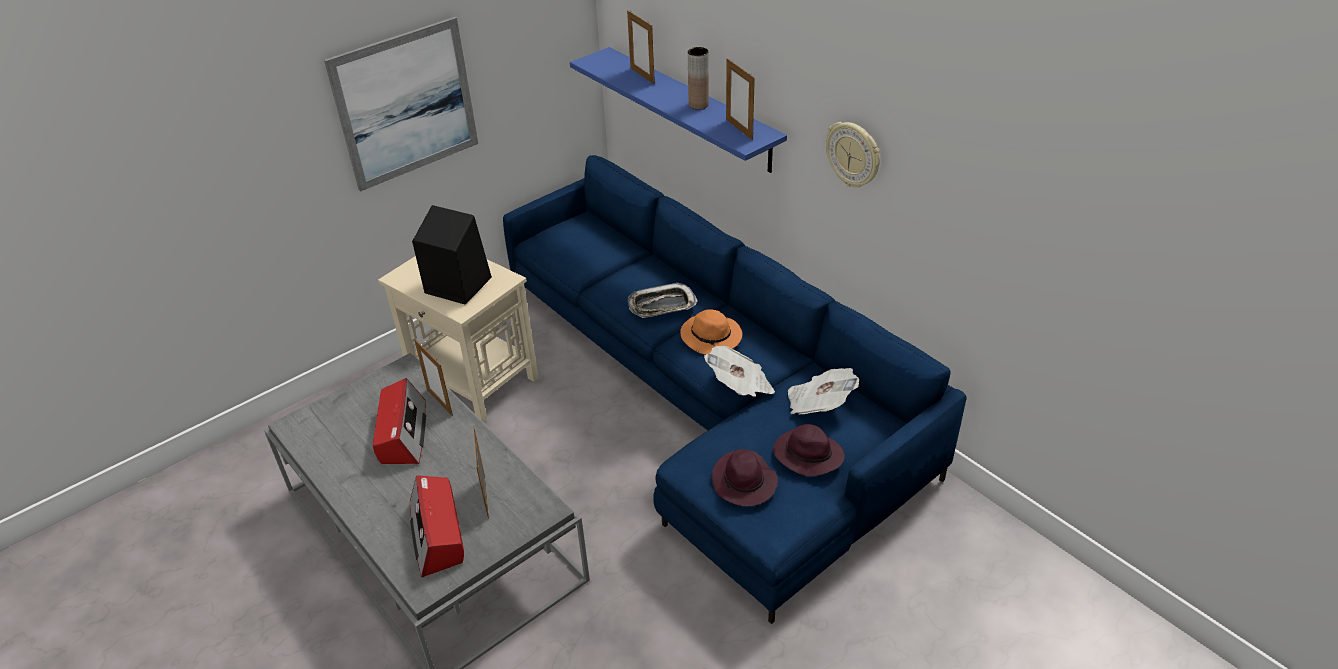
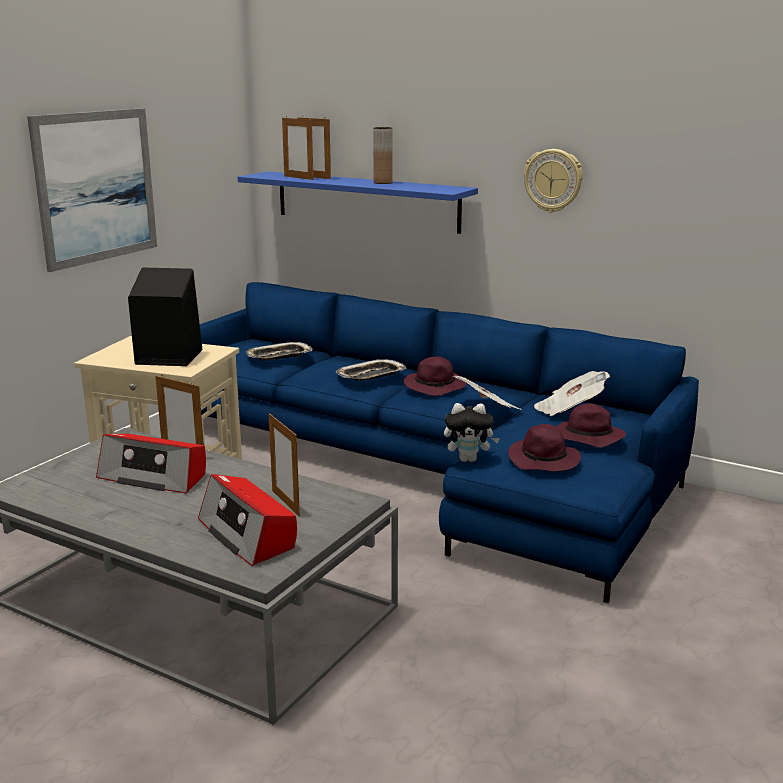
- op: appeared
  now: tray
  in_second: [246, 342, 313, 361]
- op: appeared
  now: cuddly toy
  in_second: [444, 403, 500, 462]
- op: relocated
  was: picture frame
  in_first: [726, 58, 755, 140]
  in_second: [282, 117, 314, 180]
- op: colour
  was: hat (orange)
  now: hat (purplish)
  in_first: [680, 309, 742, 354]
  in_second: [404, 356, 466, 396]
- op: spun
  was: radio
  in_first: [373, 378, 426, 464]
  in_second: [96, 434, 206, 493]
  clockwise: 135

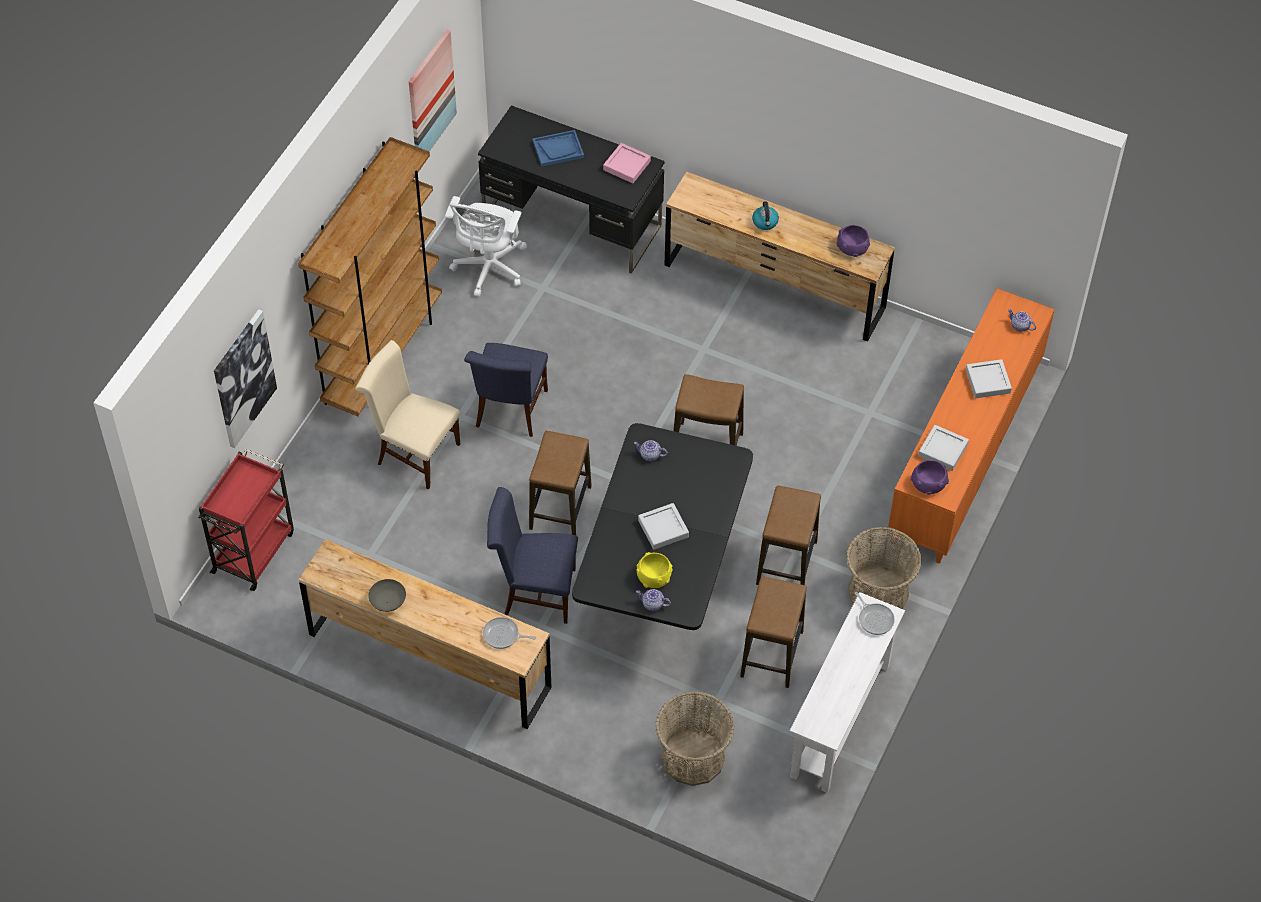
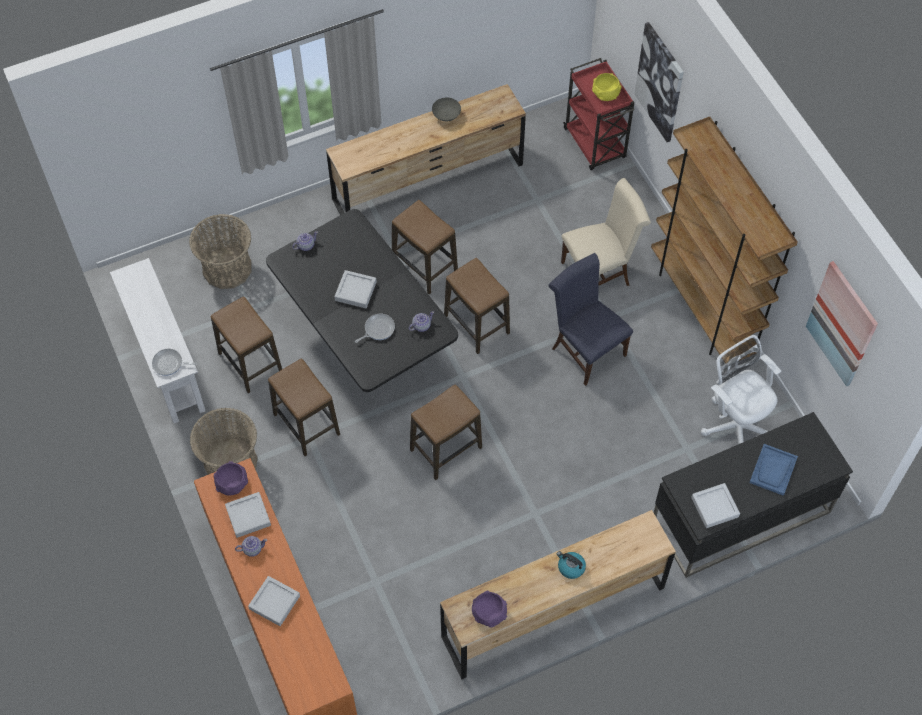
- op: relocated
  was: frying pan
  in_first: [483, 617, 536, 649]
  in_second: [355, 314, 395, 343]
- op: relocated
  was: bowl (yellow-coloured)
  in_first: [637, 552, 672, 588]
  in_second: [592, 73, 622, 101]
- op: relocated
  was: teapot
  in_first: [1008, 309, 1036, 332]
  in_second: [235, 536, 267, 557]
- op: exchanged
  was: plain chair (blue)
  now: sitting stool
  in_first: [487, 487, 578, 624]
  in_second: [392, 200, 458, 294]
- op: colour
  was: tray (pinkish)
  now: tray (greyish)
  in_first: [603, 143, 651, 183]
  in_second: [691, 483, 740, 528]

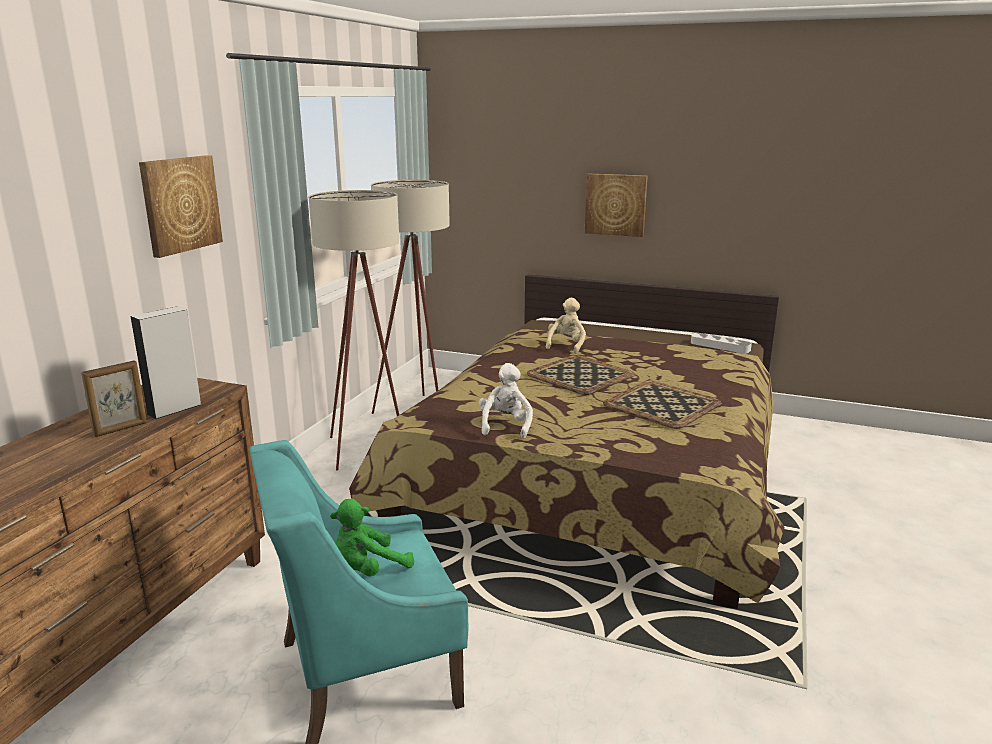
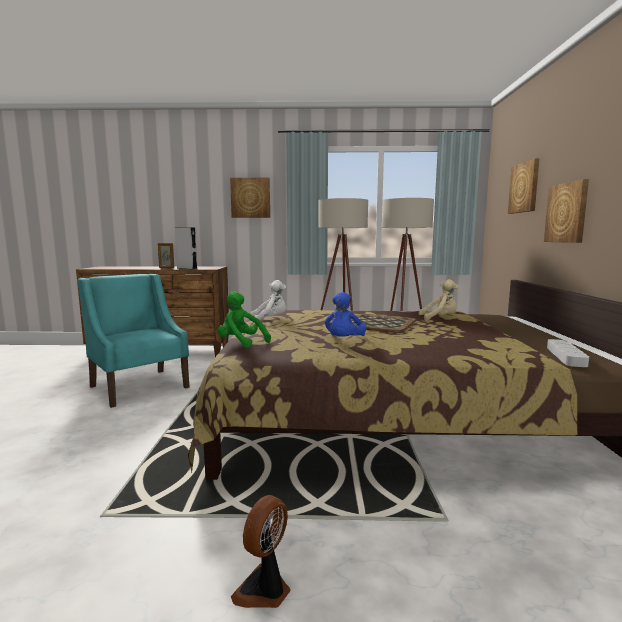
- op: appeared
  now: electric fan
  in_second: [231, 495, 290, 608]
- op: appeared
  now: wall picture
  in_second: [508, 158, 539, 214]
- op: relocated
  was: cuddly toy (green-coloured)
  in_first: [330, 499, 414, 576]
  in_second: [218, 291, 271, 348]
- op: exchanged
  was: tray
  now: cuddly toy (blue)
  in_first: [603, 380, 721, 429]
  in_second: [325, 292, 367, 337]

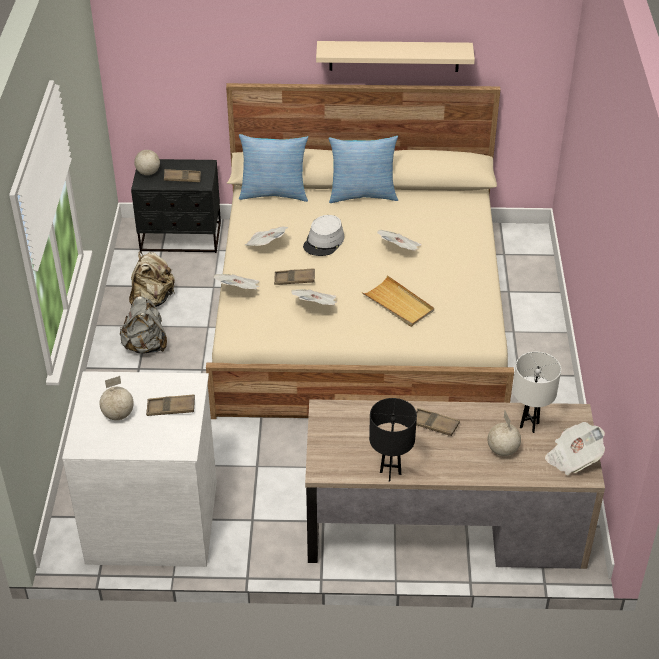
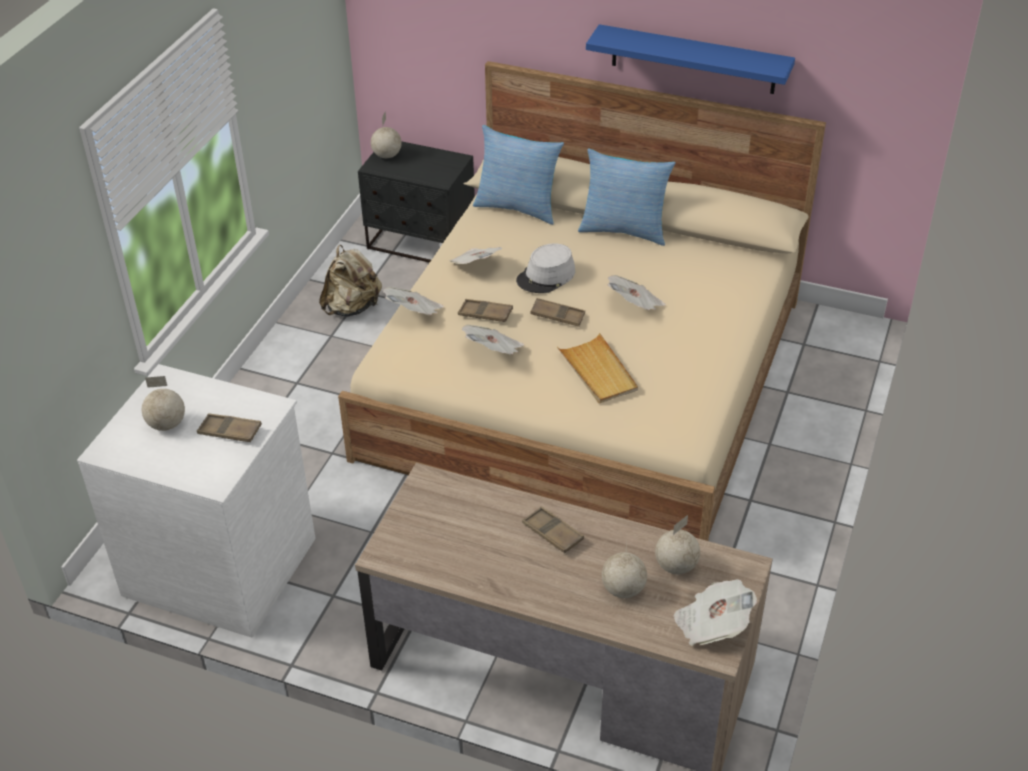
- op: missing
  was: backpack (greyish)
  in_first: [120, 296, 167, 354]
- op: missing
  was: tabletop lamp (black)
  in_first: [369, 398, 417, 482]
- op: relocated
  was: tray (brown-coloured)
  in_first: [164, 169, 201, 182]
  in_second: [530, 298, 585, 327]
- op: exchanged
  was: tabletop lamp (whitish)
  now: globe
  in_first: [513, 352, 561, 433]
  in_second: [655, 515, 700, 574]
- op: colour
  was: bracket shelf (beige)
  now: bracket shelf (blue)
  in_first: [316, 41, 475, 72]
  in_second: [586, 24, 795, 94]

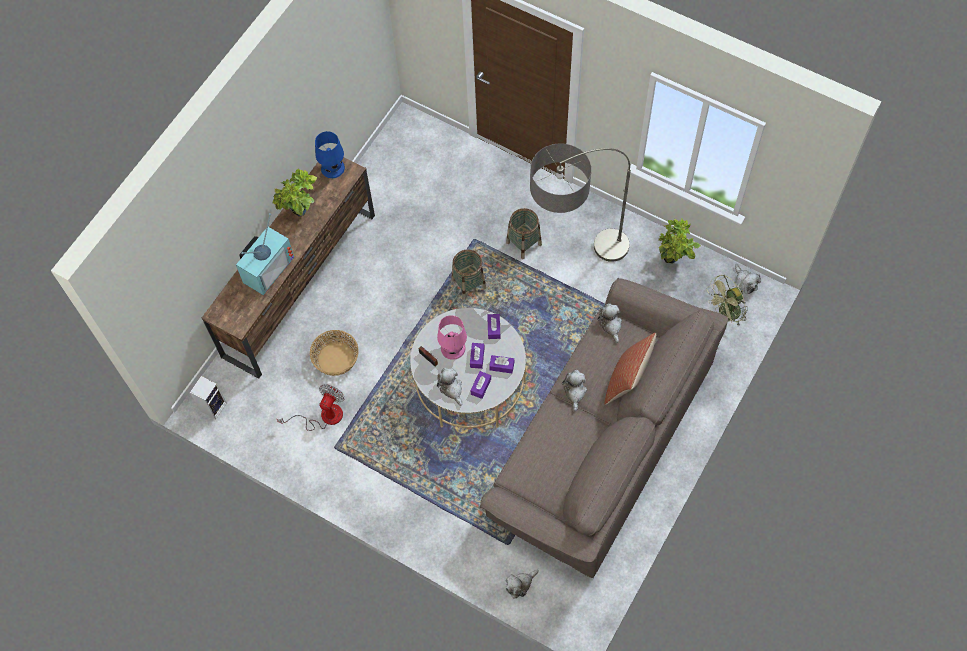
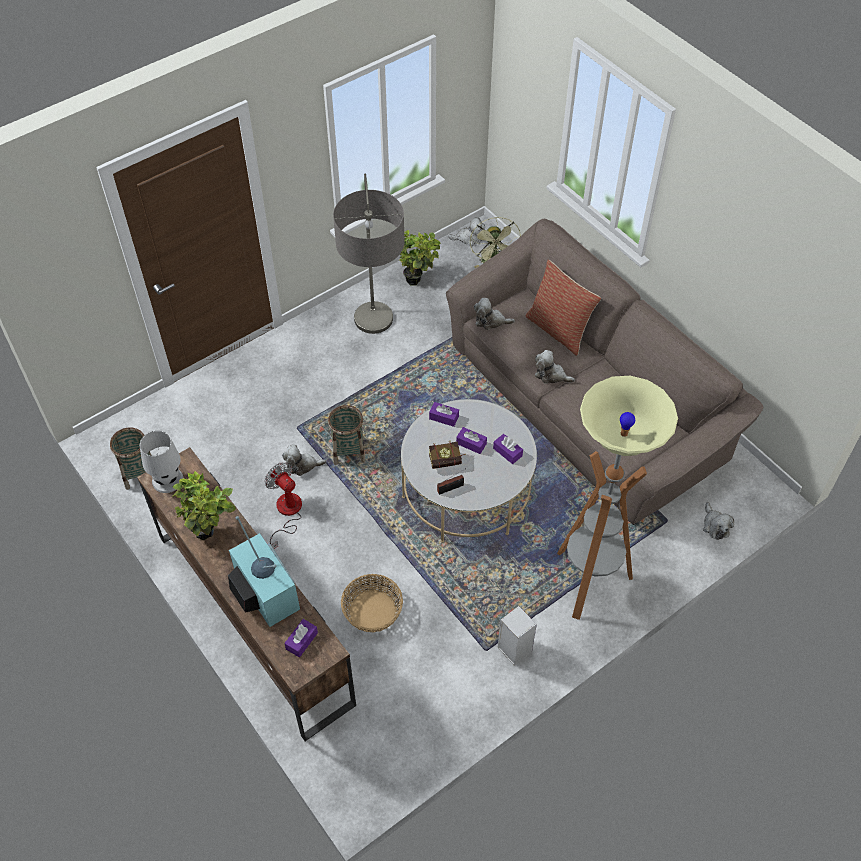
- op: appeared
  now: floor lamp
  in_second: [557, 376, 678, 620]
- op: relocated
  was: audio speaker
  in_first: [190, 376, 227, 419]
  in_second: [498, 606, 537, 666]
- op: relocated
  was: electric fan
  in_first: [277, 384, 345, 431]
  in_second: [265, 462, 302, 549]
- op: relocated
  was: cuddly toy
  in_first: [437, 368, 462, 406]
  in_second: [282, 445, 327, 476]
- op: relocated
  was: tissue holder (purplish)
  in_first: [489, 355, 514, 373]
  in_second: [284, 619, 318, 658]
- op: relocated
  was: basket
  in_first: [506, 208, 542, 259]
  in_second: [110, 427, 152, 490]
- op: exchanged
  was: tabletop lamp (pinkish)
  now: book
  in_first: [437, 315, 467, 360]
  in_second: [429, 441, 466, 469]
- op: colour
  was: tabletop lamp (blue)
  now: tabletop lamp (whitish)
  in_first: [315, 131, 345, 178]
  in_second: [140, 431, 183, 493]

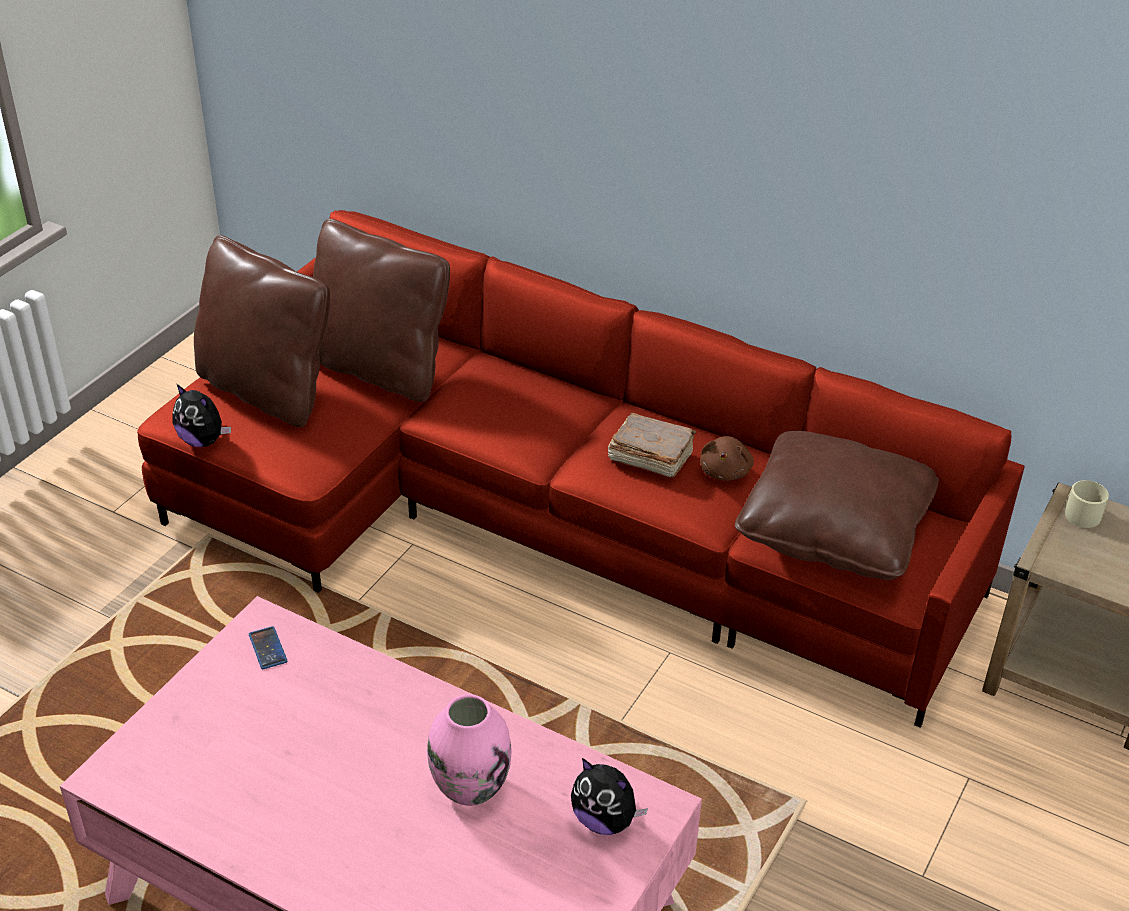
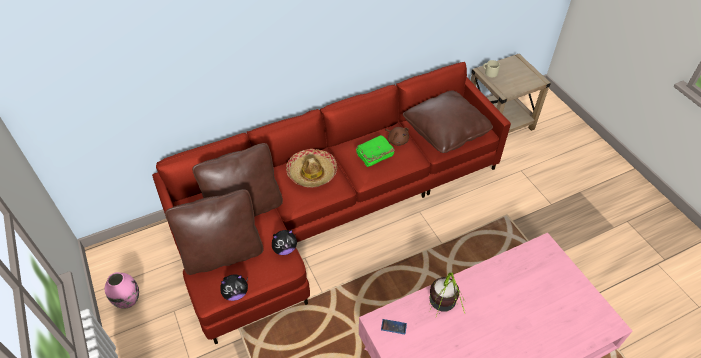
- op: appeared
  now: hat
  in_second: [286, 149, 337, 188]
- op: appeared
  now: plant in a pot
  in_second: [428, 273, 466, 319]
- op: relocated
  was: flower vase (pinkish)
  in_first: [427, 694, 512, 806]
  in_second: [104, 272, 139, 309]
- op: relocated
  was: cuddly toy
  in_first: [571, 758, 648, 835]
  in_second: [272, 230, 297, 255]
- op: colour
  was: book (brown-coloured)
  now: book (green-coloured)
  in_first: [608, 413, 696, 478]
  in_second: [356, 135, 394, 167]

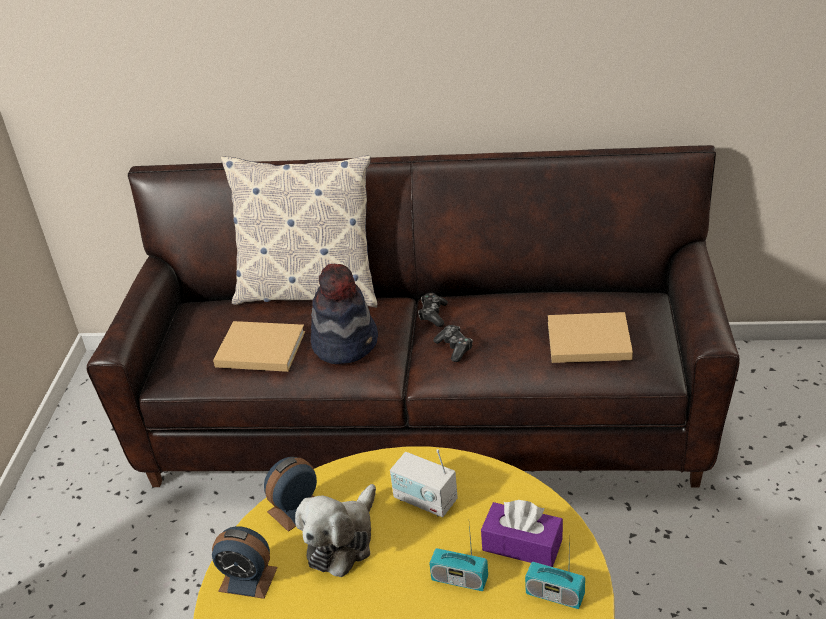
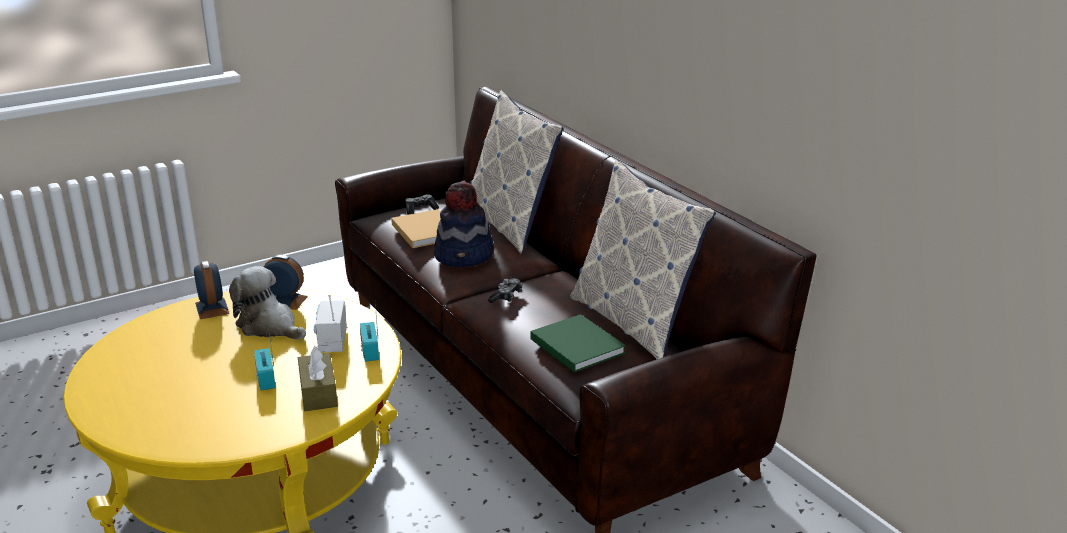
- op: appeared
  now: pillow
  in_second: [570, 160, 715, 359]
- op: relocated
  was: game controller
  in_first: [418, 293, 448, 327]
  in_second: [405, 194, 439, 215]
- op: relocated
  was: radio
  in_first: [525, 534, 585, 609]
  in_second: [360, 304, 379, 362]
- op: colour
  was: tissue holder (purplish)
  now: tissue holder (brown-coloured)
  in_first: [481, 500, 563, 567]
  in_second: [298, 346, 338, 411]
- op: colour
  was: book (beige)
  now: book (green-coloured)
  in_first: [548, 312, 633, 363]
  in_second: [530, 314, 626, 372]
- op: spun
  was: cuddly toy
  in_first: [295, 484, 376, 577]
  in_second: [229, 266, 306, 340]
  clockwise: 45

